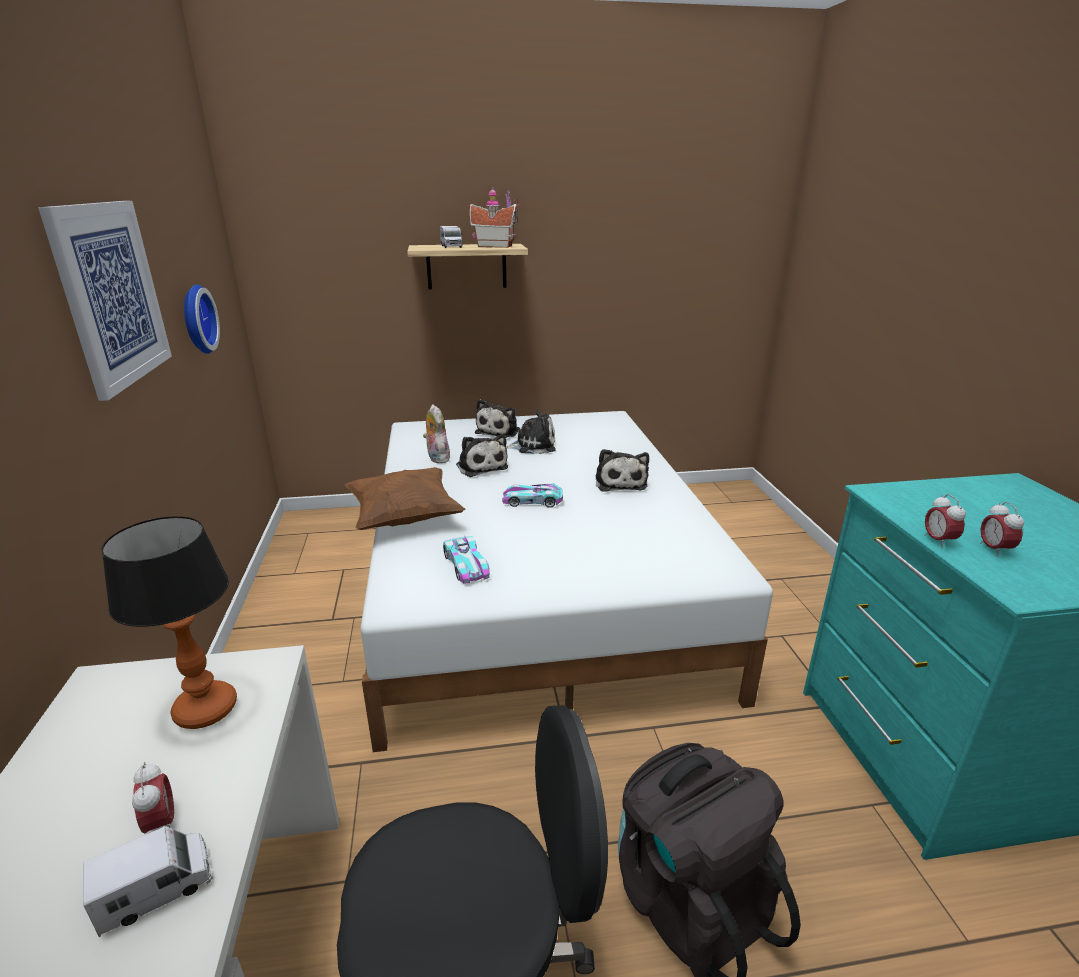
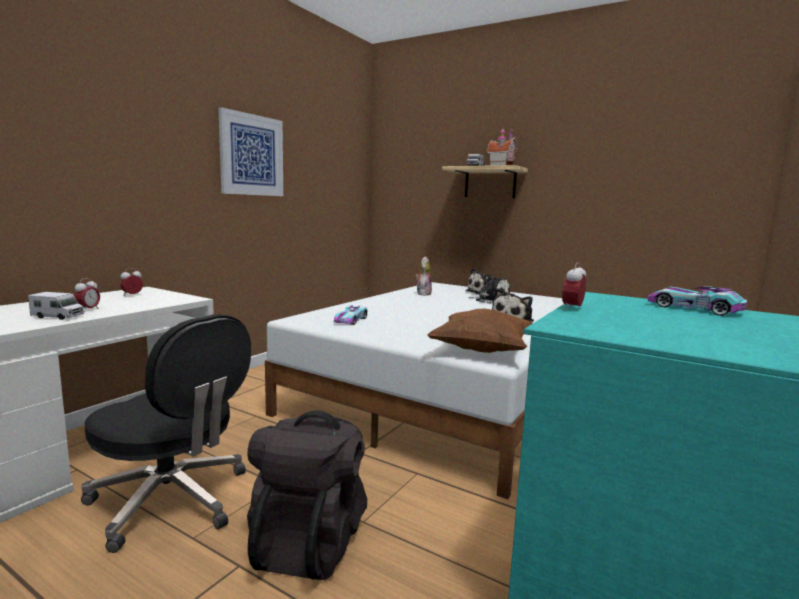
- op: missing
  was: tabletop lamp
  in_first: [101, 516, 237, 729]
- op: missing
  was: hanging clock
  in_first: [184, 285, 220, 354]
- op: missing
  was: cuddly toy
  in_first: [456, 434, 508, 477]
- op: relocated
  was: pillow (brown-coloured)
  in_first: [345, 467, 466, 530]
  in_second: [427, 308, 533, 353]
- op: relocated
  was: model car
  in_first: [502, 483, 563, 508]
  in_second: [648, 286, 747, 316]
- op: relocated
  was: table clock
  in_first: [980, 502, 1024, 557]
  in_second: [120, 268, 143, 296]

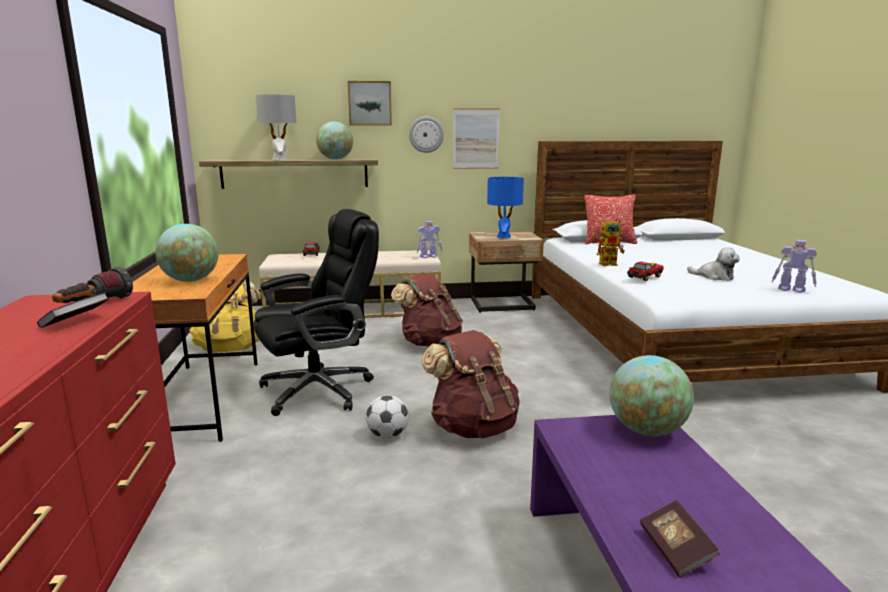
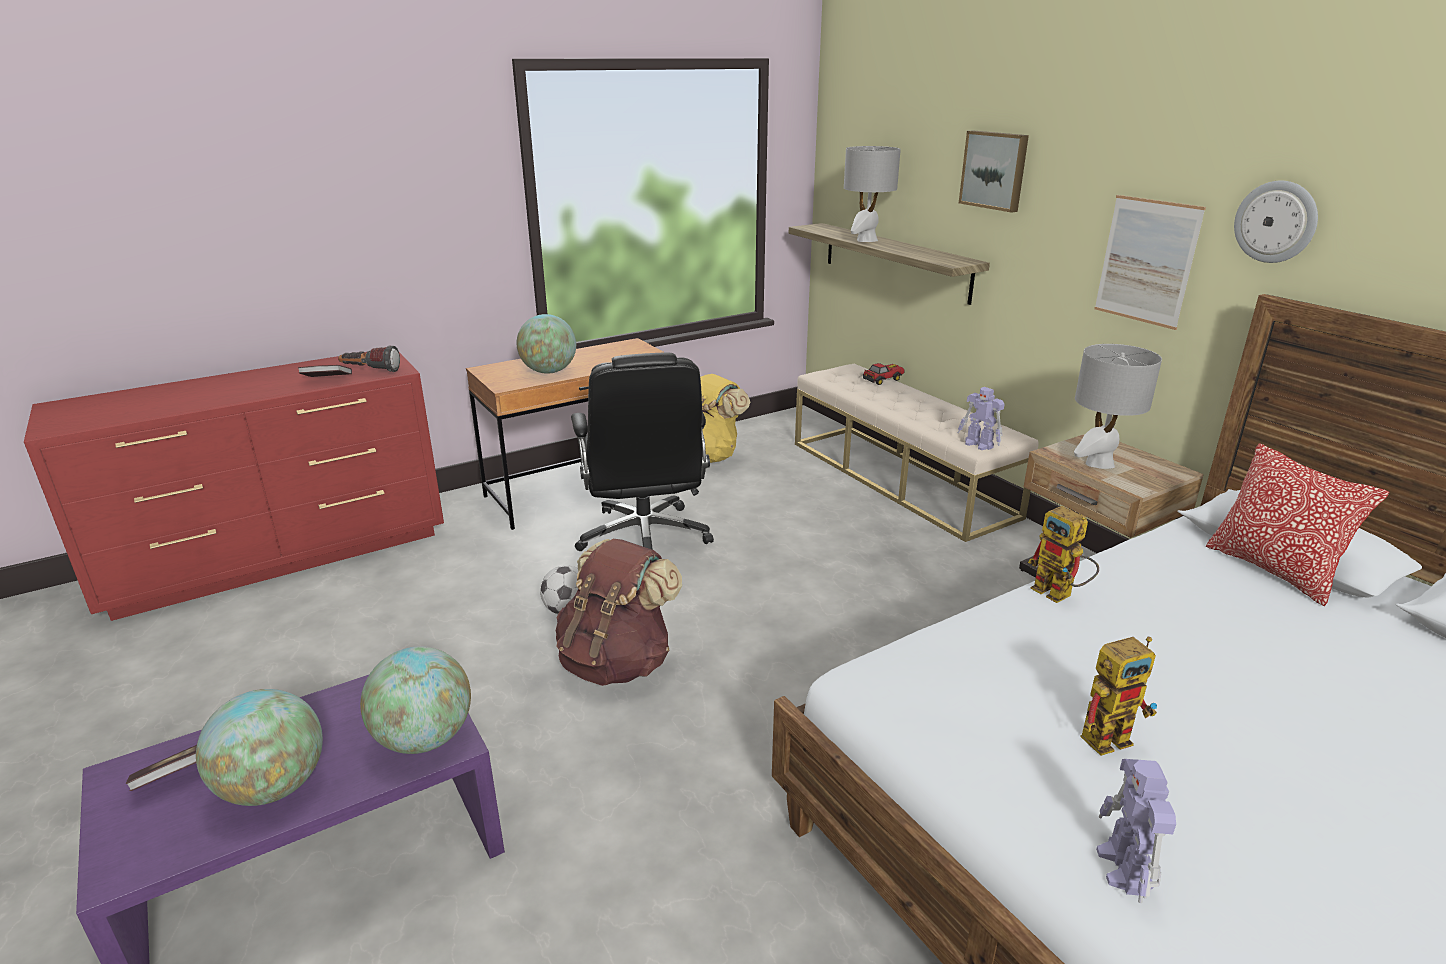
- op: missing
  was: backpack (brown-coloured)
  in_first: [391, 273, 463, 347]
- op: missing
  was: model car
  in_first: [627, 262, 664, 281]
- op: relocated
  was: globe
  in_first: [316, 121, 353, 159]
  in_second: [196, 689, 323, 806]
- op: relocated
  was: hanging clock
  in_first: [409, 116, 444, 153]
  in_second: [1234, 181, 1318, 263]
- op: exchanged
  was: cuddly toy
  now: toy robot
  in_first: [687, 247, 740, 281]
  in_second: [1080, 637, 1157, 756]
- op: colour
  was: tabletop lamp (blue)
  now: tabletop lamp (greyish)
  in_first: [487, 177, 524, 239]
  in_second: [1074, 344, 1162, 469]
- op: spun
  was: office chair (black)
  in_first: [254, 209, 379, 416]
  in_second: [571, 353, 714, 551]
  clockwise: 45

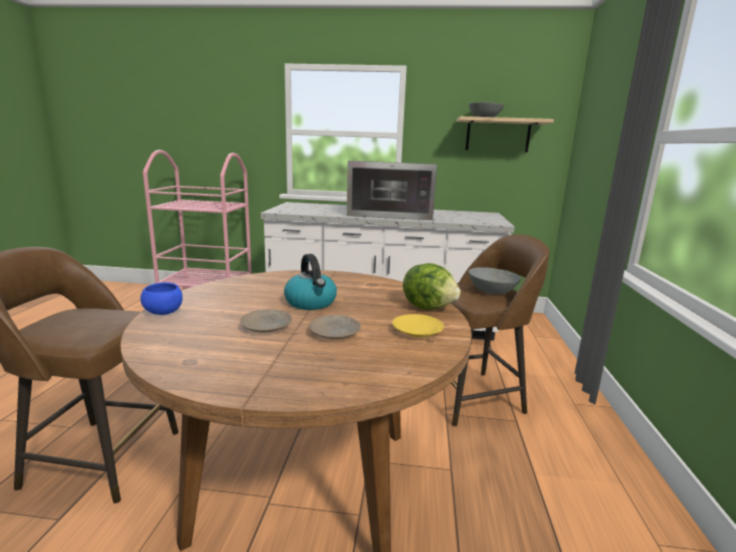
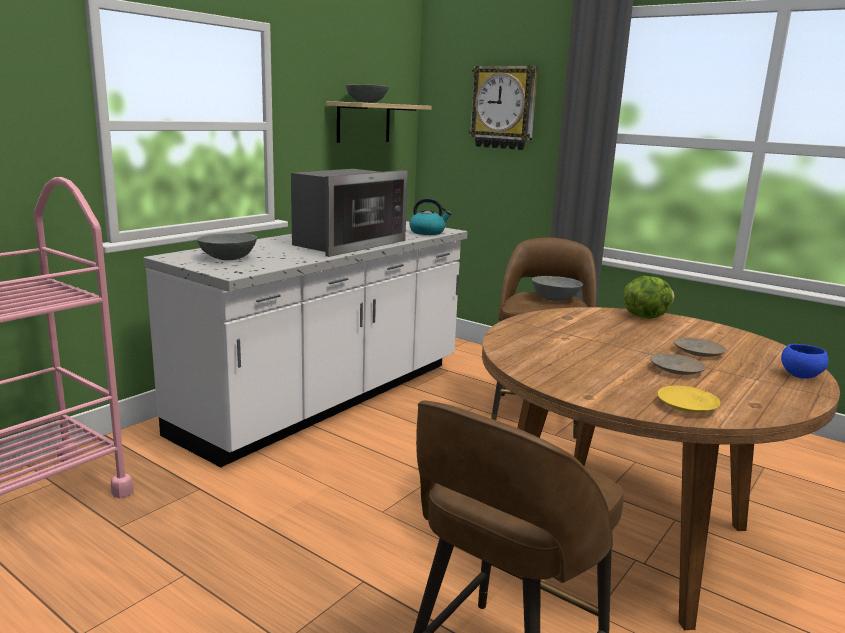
- op: appeared
  now: bowl (greyish)
  in_second: [197, 233, 257, 260]
- op: appeared
  now: hanging clock
  in_second: [469, 65, 538, 150]
- op: relocated
  was: bowl (blue)
  in_first: [140, 282, 183, 315]
  in_second: [781, 344, 828, 379]
- op: relocated
  was: water kettle
  in_first: [284, 254, 337, 310]
  in_second: [409, 198, 451, 235]
- op: relocated
  was: flat dish (yellow-coloured)
  in_first: [392, 314, 444, 337]
  in_second: [658, 386, 720, 413]

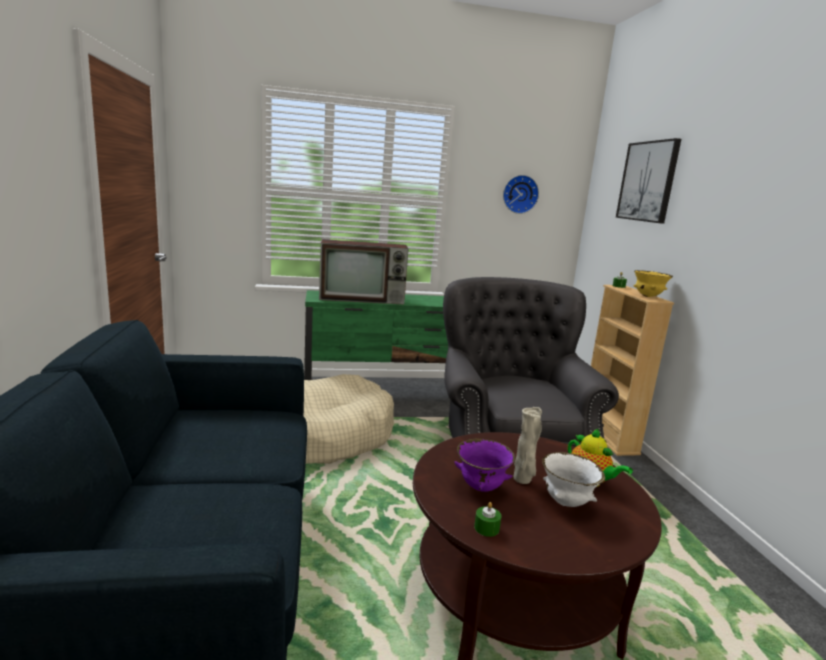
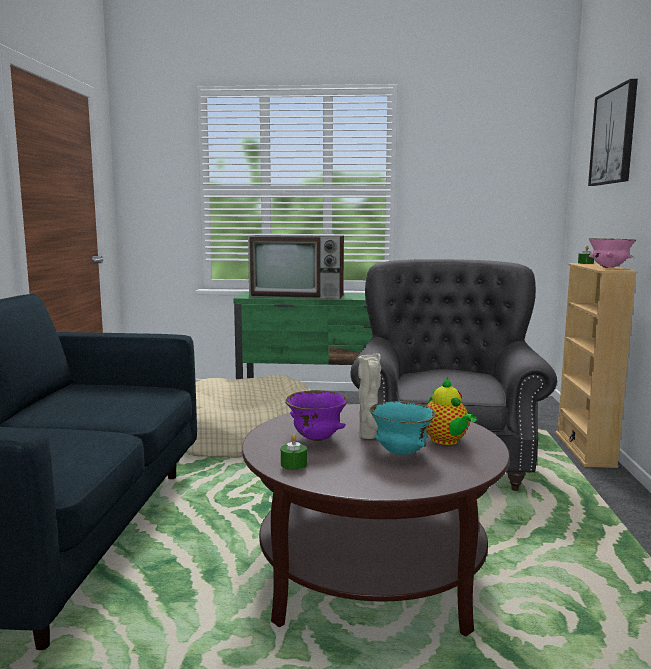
- op: missing
  was: hanging clock
  in_first: [503, 175, 539, 214]
- op: colour
  was: bowl (whitish)
  now: bowl (turquoise)
  in_first: [542, 452, 605, 507]
  in_second: [370, 401, 435, 455]
- op: colour
  was: bowl (yellow-coloured)
  now: bowl (pinkish)
  in_first: [634, 270, 673, 297]
  in_second: [589, 238, 636, 268]

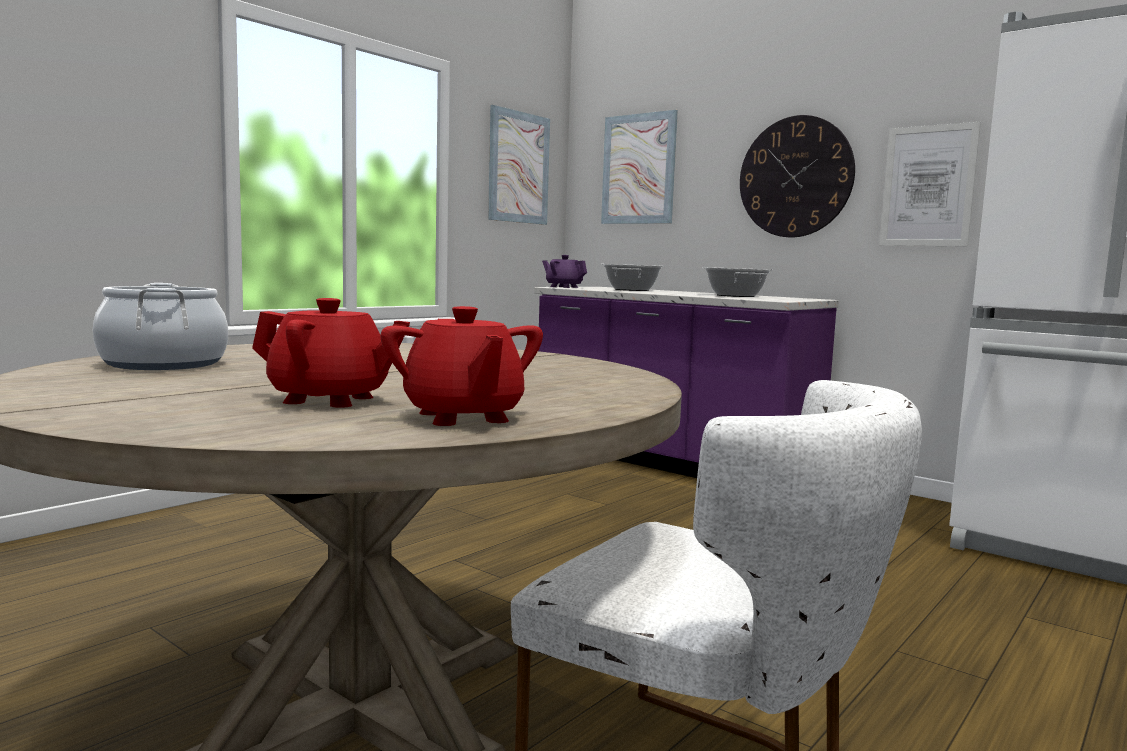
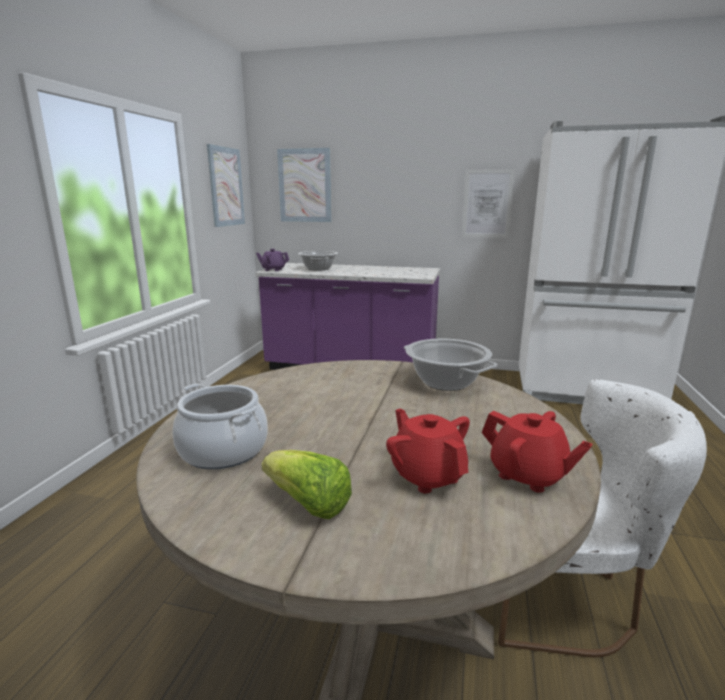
- op: missing
  was: hanging clock
  in_first: [740, 115, 855, 237]
- op: appeared
  now: head of lettuce
  in_second: [261, 450, 352, 519]
- op: relocated
  was: cooking pot
  in_first: [702, 267, 773, 297]
  in_second: [404, 339, 497, 391]
- op: spun
  was: teapot (reddish)
  in_first: [252, 298, 410, 408]
  in_second: [386, 409, 470, 494]
  clockwise: -105

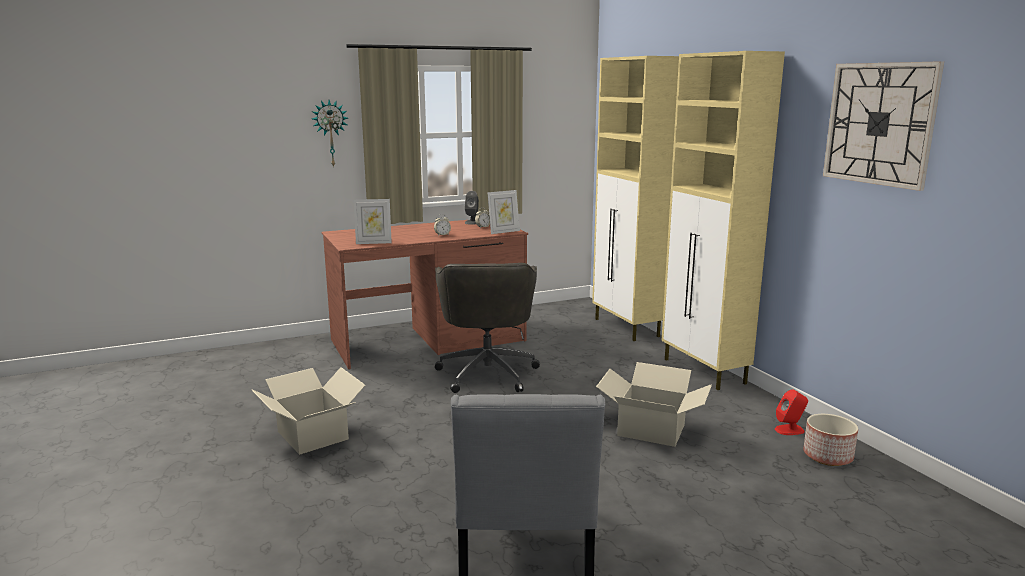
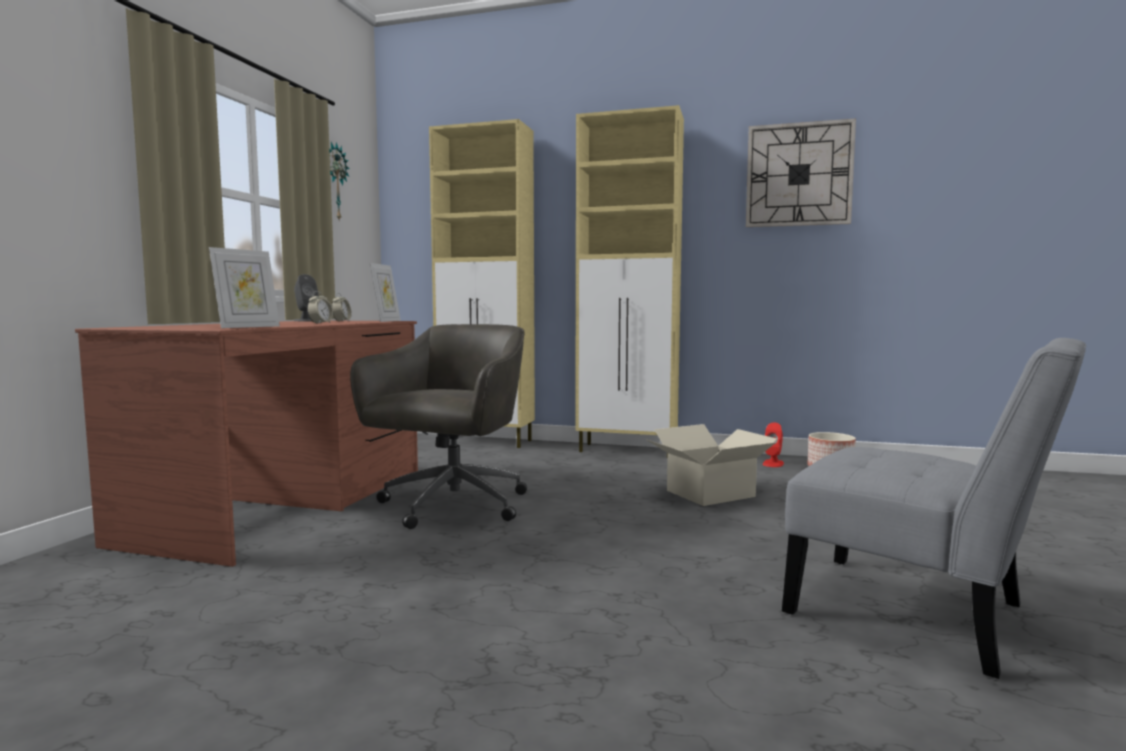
- op: missing
  was: carton
  in_first: [252, 367, 366, 455]
- op: relocated
  was: hanging clock
  in_first: [312, 100, 348, 168]
  in_second: [329, 142, 350, 220]
- op: spun
  was: office chair (greyish)
  in_first: [435, 263, 540, 393]
  in_second: [350, 324, 527, 529]
  clockwise: -105

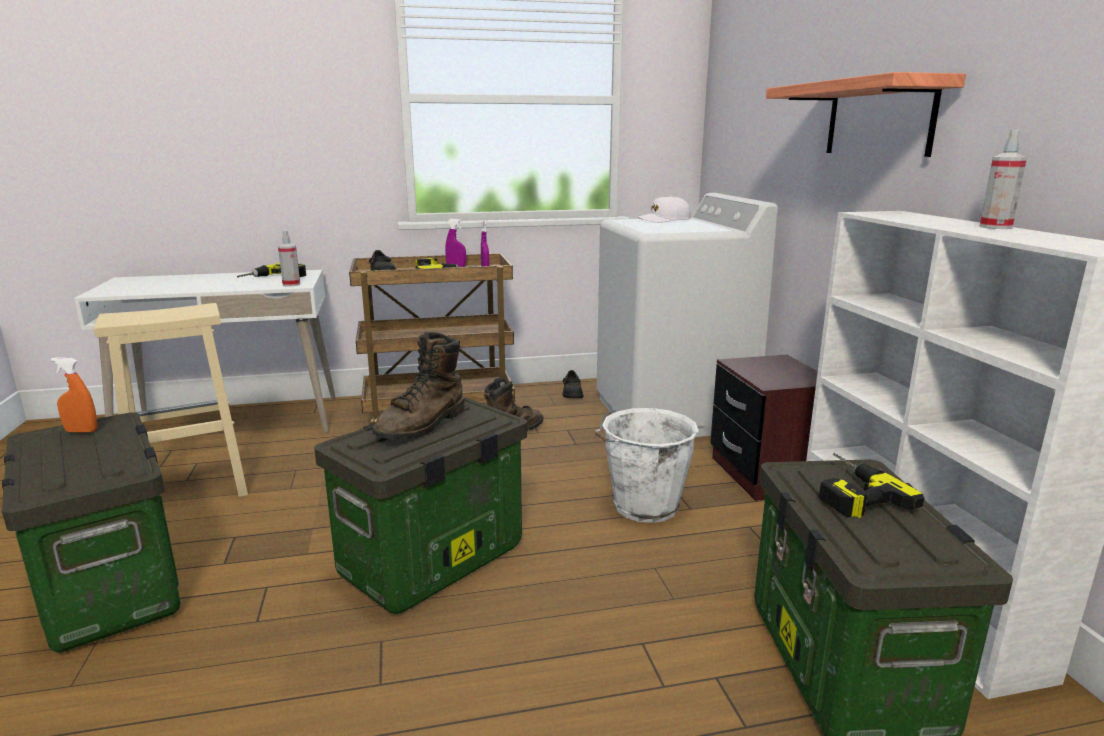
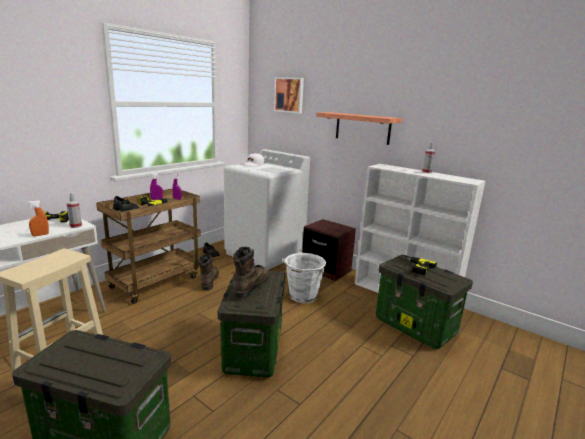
- op: appeared
  now: wall picture
  in_second: [274, 77, 304, 113]
- op: relocated
  was: sprayer (orange)
  in_first: [51, 357, 98, 433]
  in_second: [27, 200, 49, 236]
- op: spun
  was: tall boot (brown-coloured)
  in_first: [372, 332, 464, 440]
  in_second: [233, 247, 270, 298]
  clockwise: -150

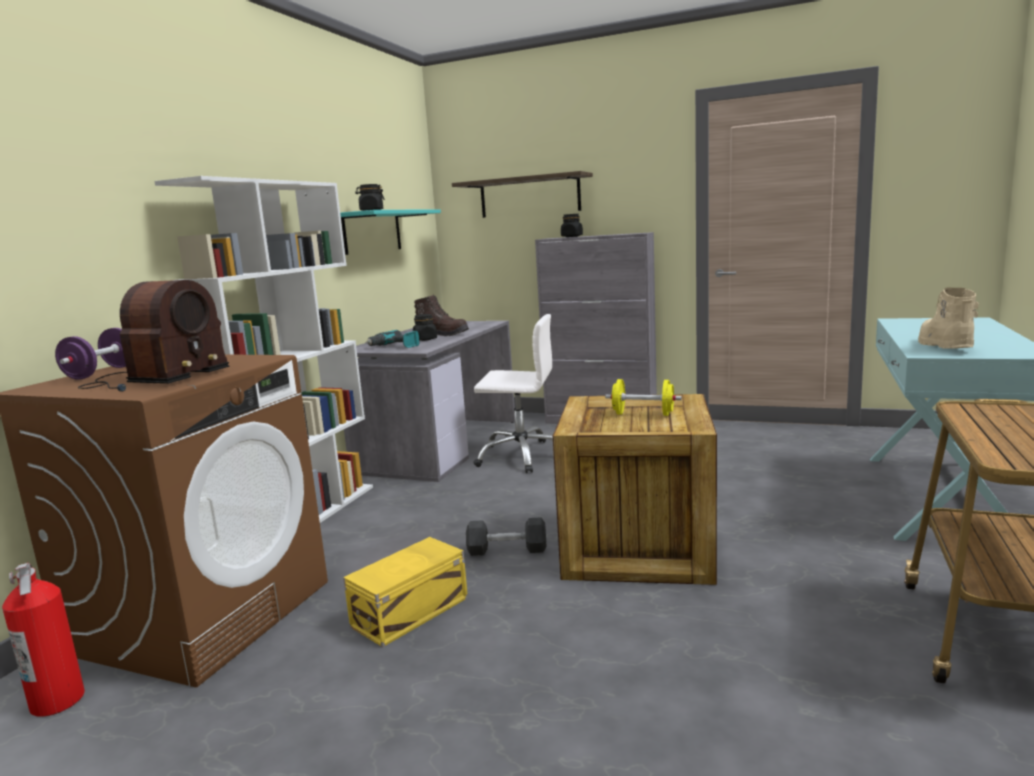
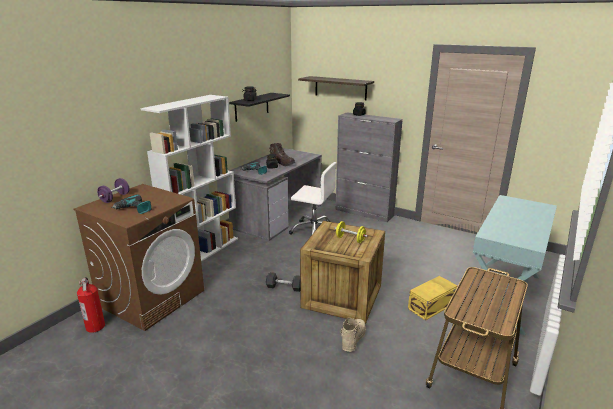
- op: relocated
  was: storage bin (yellow-coloured)
  in_first: [343, 537, 468, 647]
  in_second: [408, 276, 457, 321]
- op: relocated
  was: tall boot (beige)
  in_first: [918, 287, 979, 349]
  in_second: [341, 318, 366, 352]
- op: exchanged
  was: radio
  now: drill
  in_first: [78, 280, 230, 391]
  in_second: [111, 194, 151, 214]
- op: colour
  was: bracket shelf (turquoise)
  now: bracket shelf (black)
  in_first: [340, 209, 441, 255]
  in_second: [229, 93, 290, 122]

